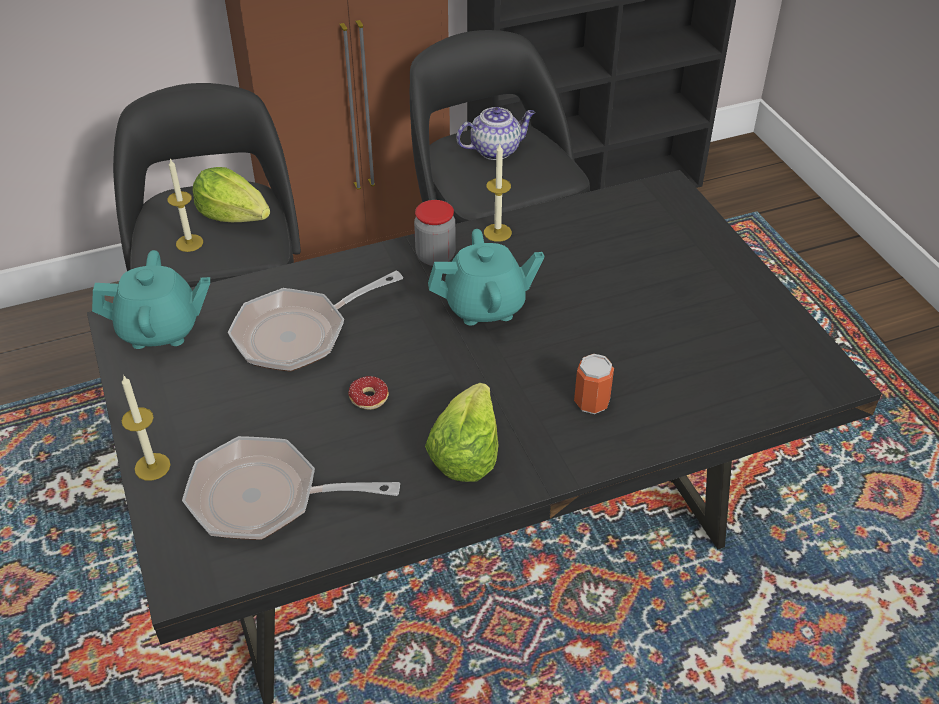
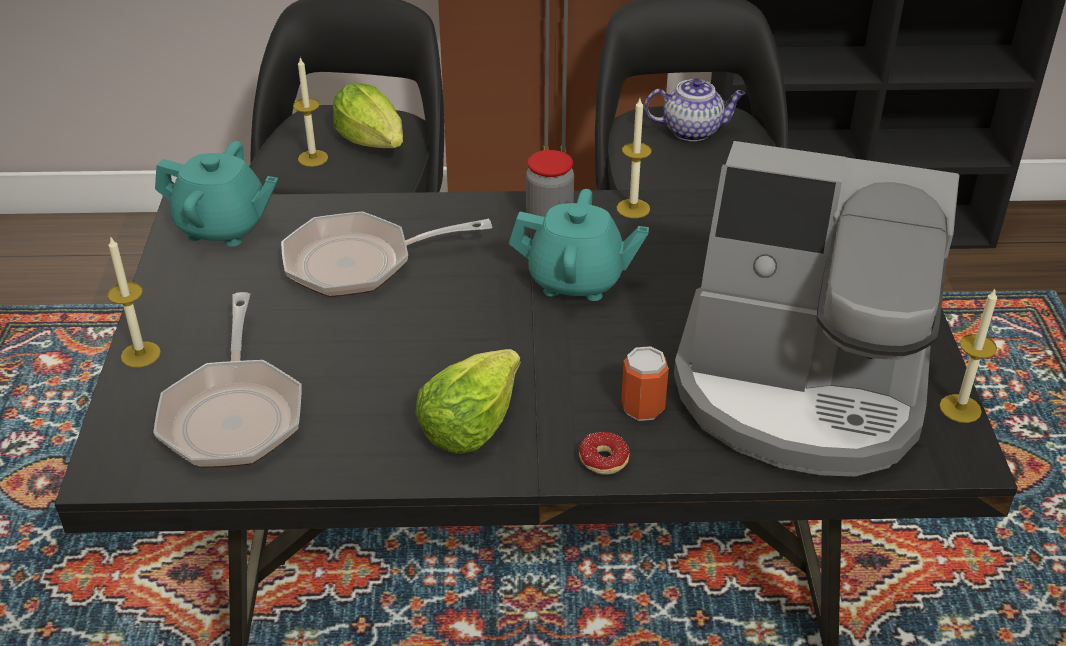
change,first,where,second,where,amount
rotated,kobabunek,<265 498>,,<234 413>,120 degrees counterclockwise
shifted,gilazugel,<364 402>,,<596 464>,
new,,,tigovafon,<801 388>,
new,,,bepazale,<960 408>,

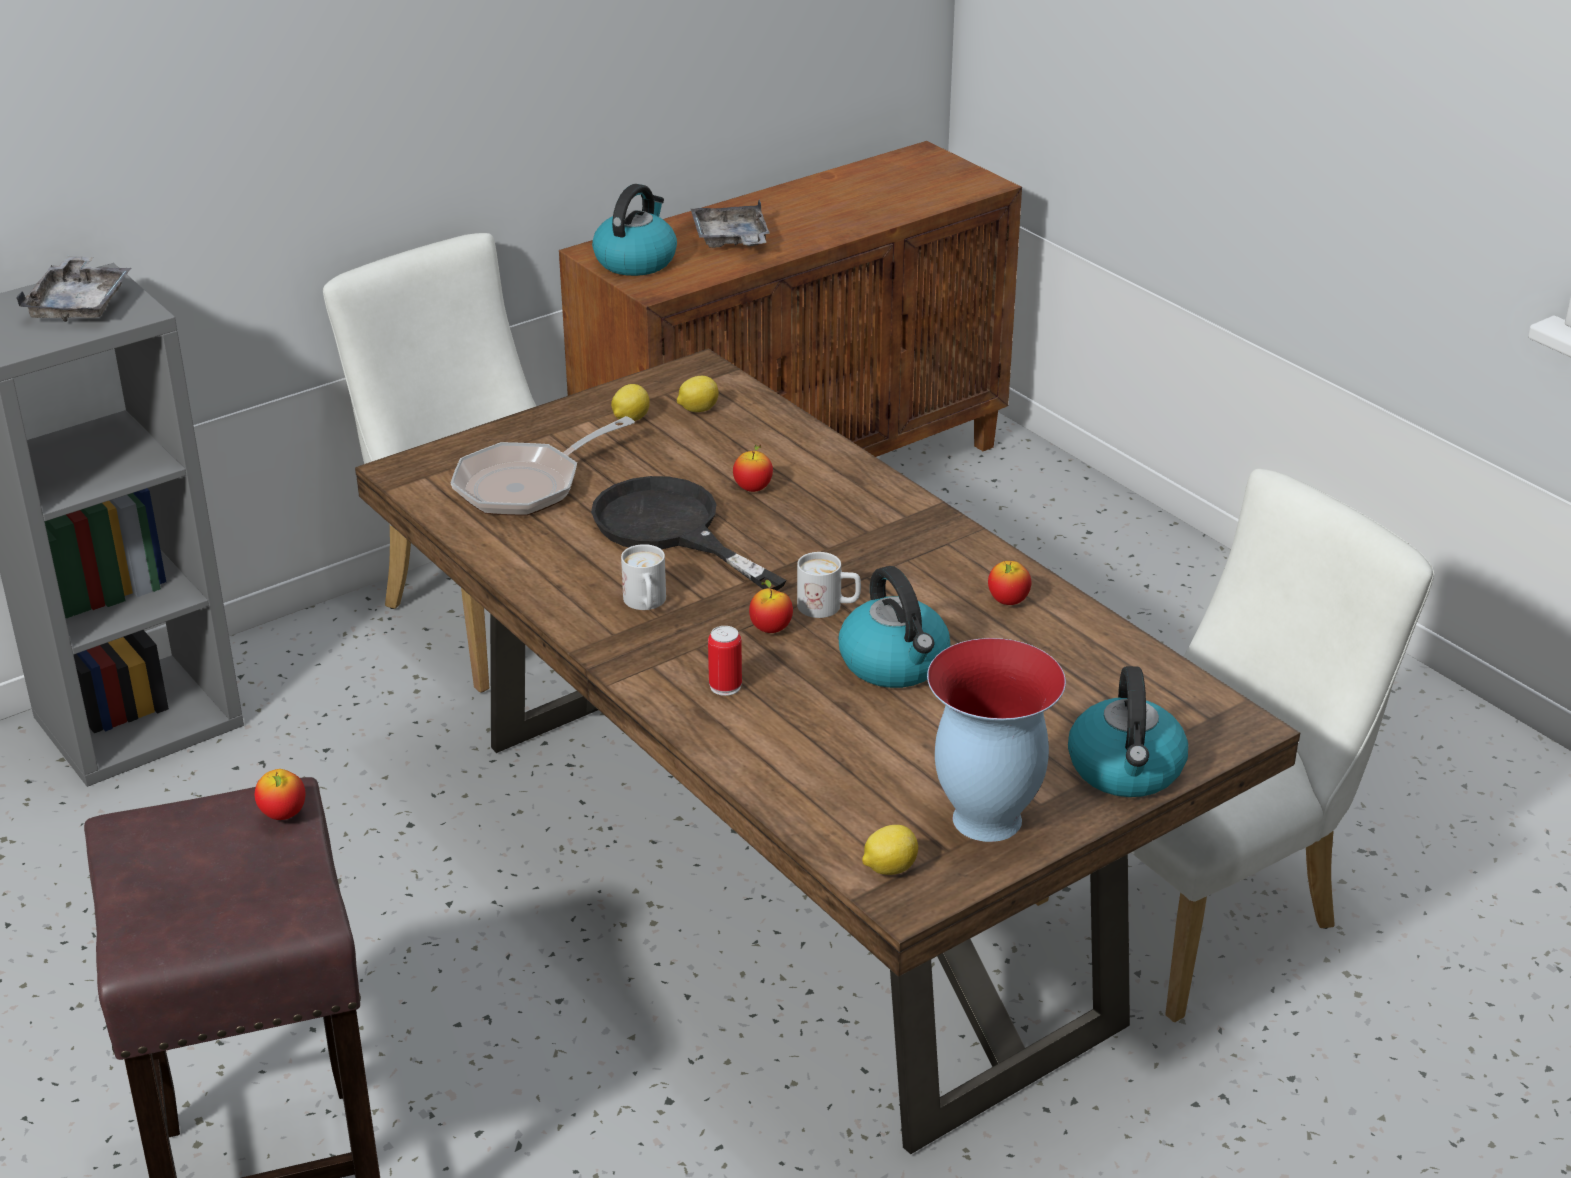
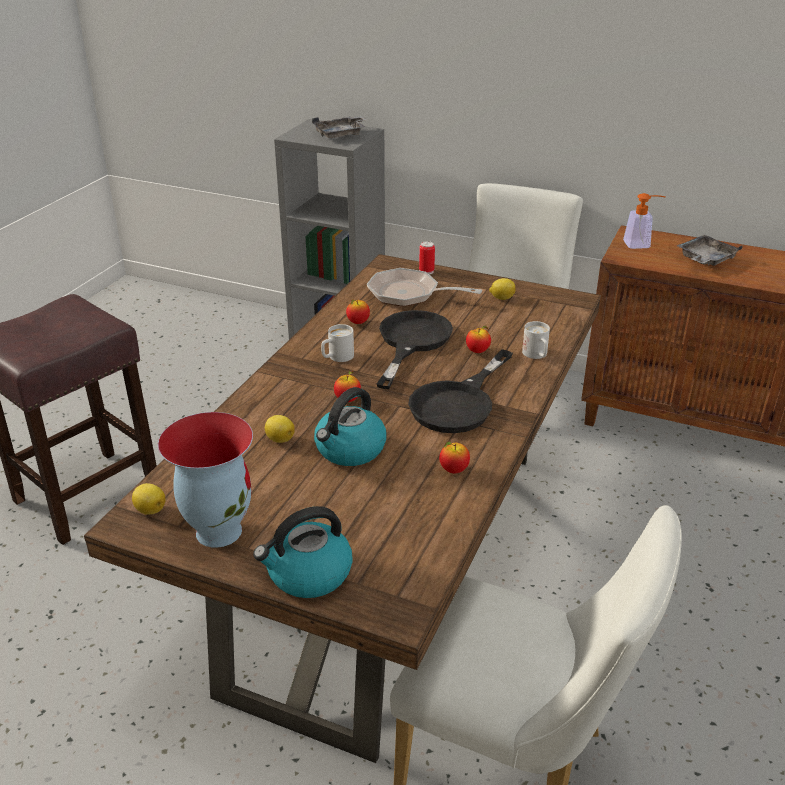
change,first,where,second,where,amount
shifted,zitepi,<697 409>,,<279 439>,
shifted,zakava,<283 815>,,<358 322>,
new,,,black_kobabunek,<458 403>,
shifted,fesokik,<725 686>,,<426 271>,
shifted,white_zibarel,<829 607>,,<537 355>,
swapped,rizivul,<636 260>,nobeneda,<641 244>,

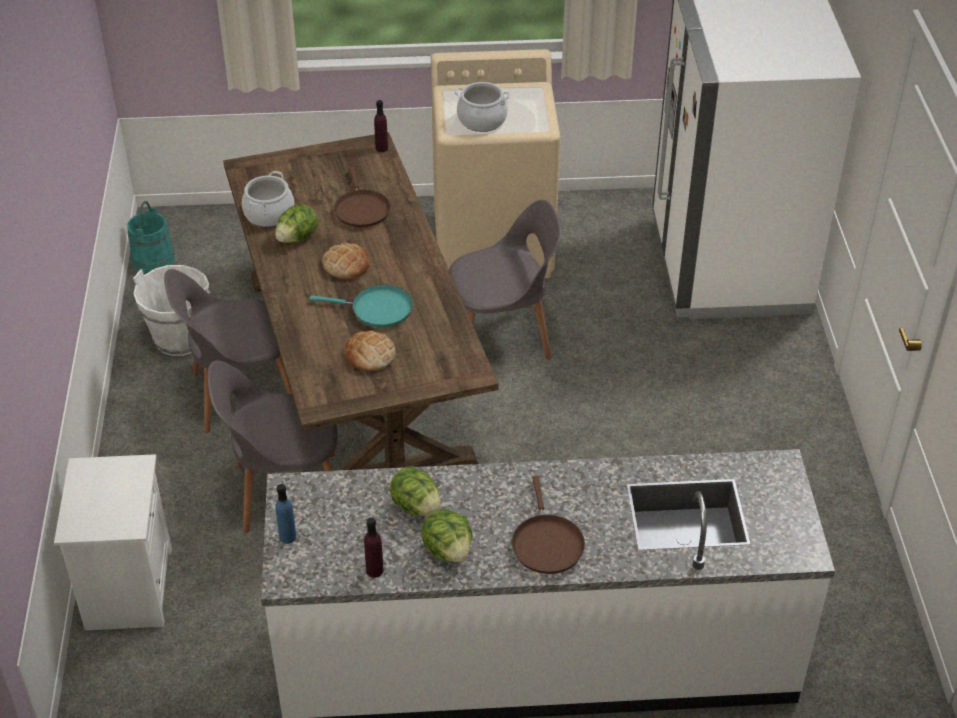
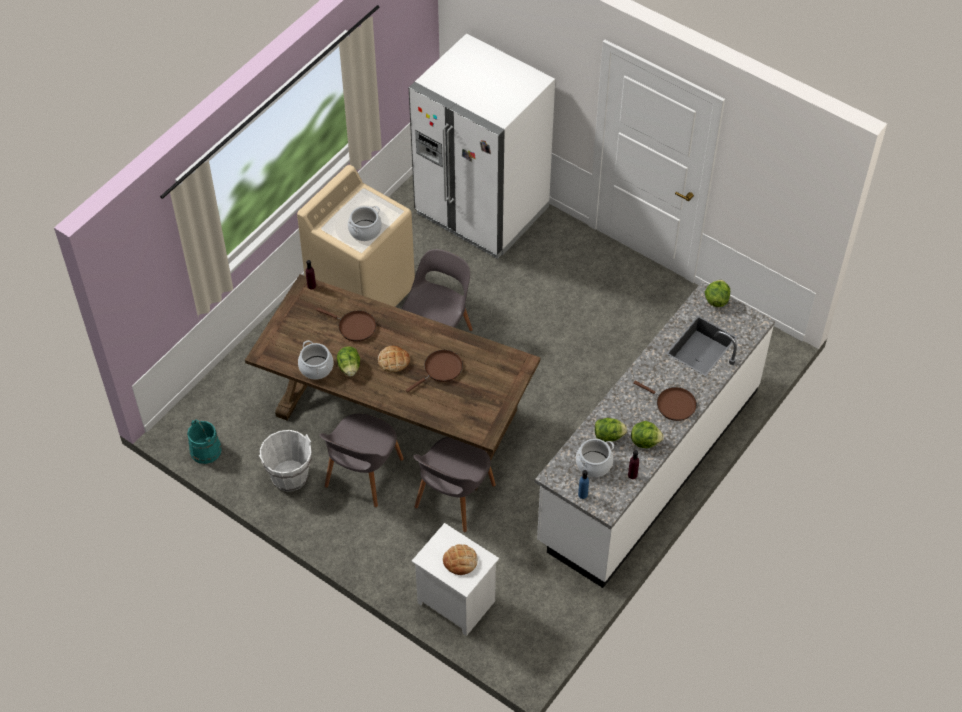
change,first,where,second,where,amount
repainted,turquoise_kobabunek,<377 309>,brown_kobabunek,<441 369>,
shifted,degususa,<370 355>,,<460 561>,
new,,,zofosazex,<594 464>,
new,,,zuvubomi,<716 300>,

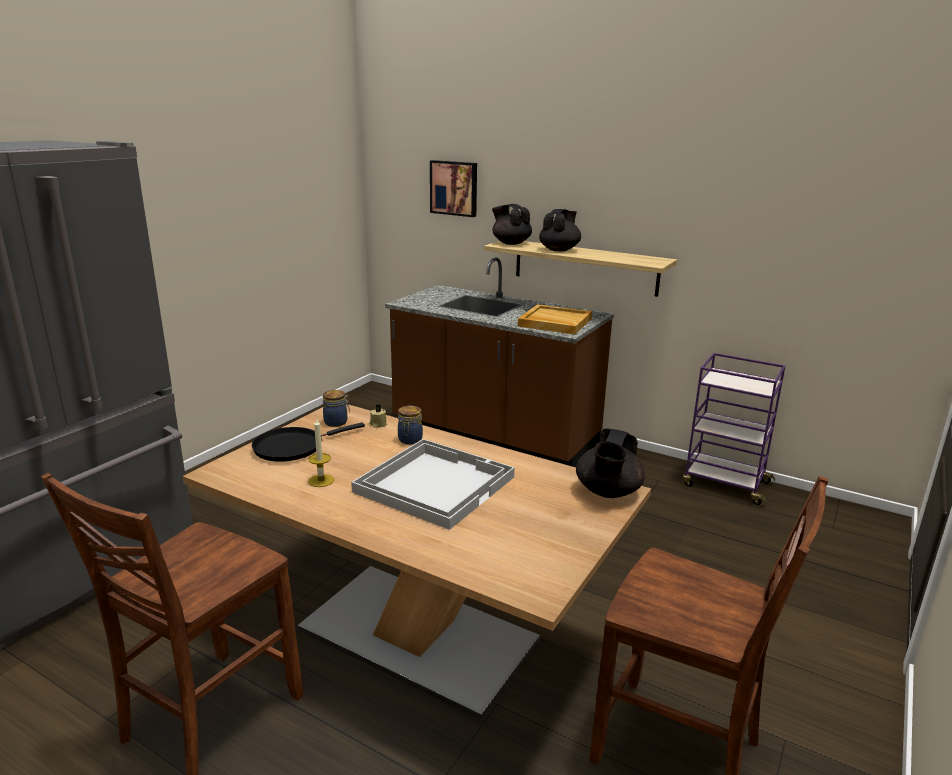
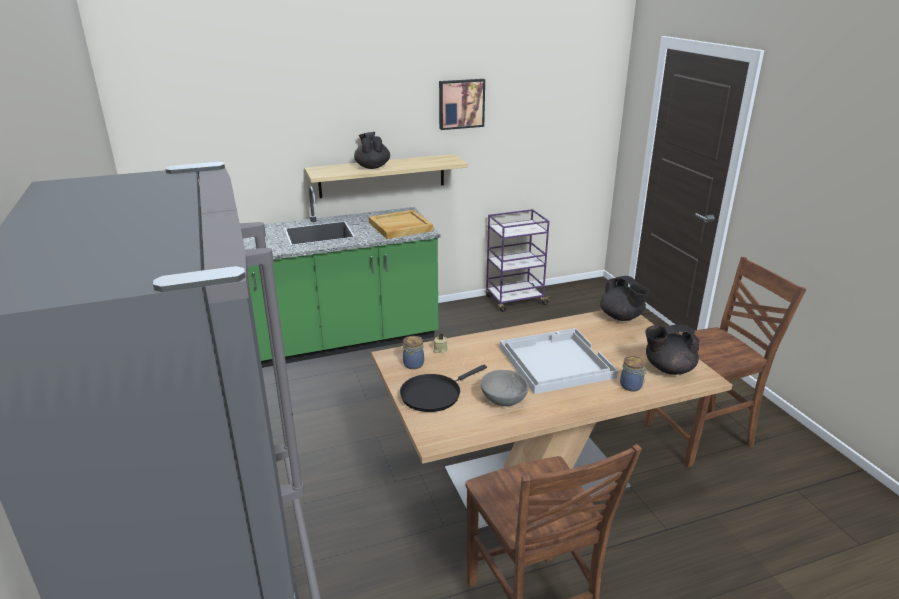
change,first,where,second,where,amount
repainted,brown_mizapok,<494 435>,green_mizapok,<346 340>,
rotated,black_kobabunek,<293 447>,,<433 394>,45 degrees clockwise
shifted,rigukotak,<454 188>,,<461 103>,
swapped,bepazale,<321 480>,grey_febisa,<503 400>,
shifted,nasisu,<409 440>,,<631 386>,
shifted,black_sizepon,<511 243>,,<668 369>,

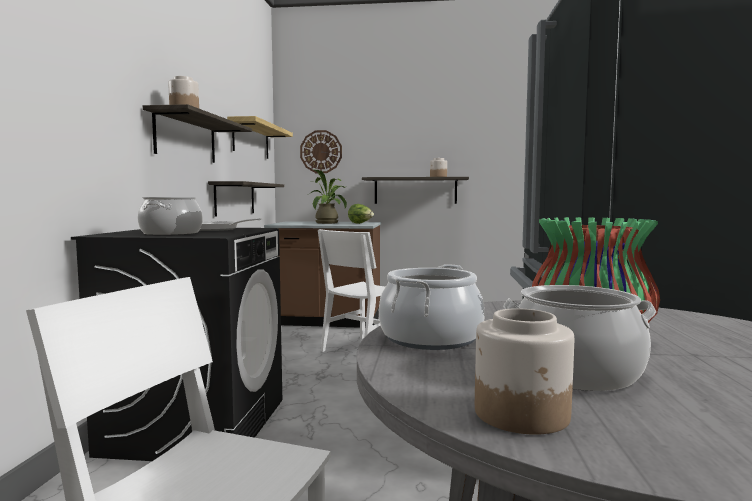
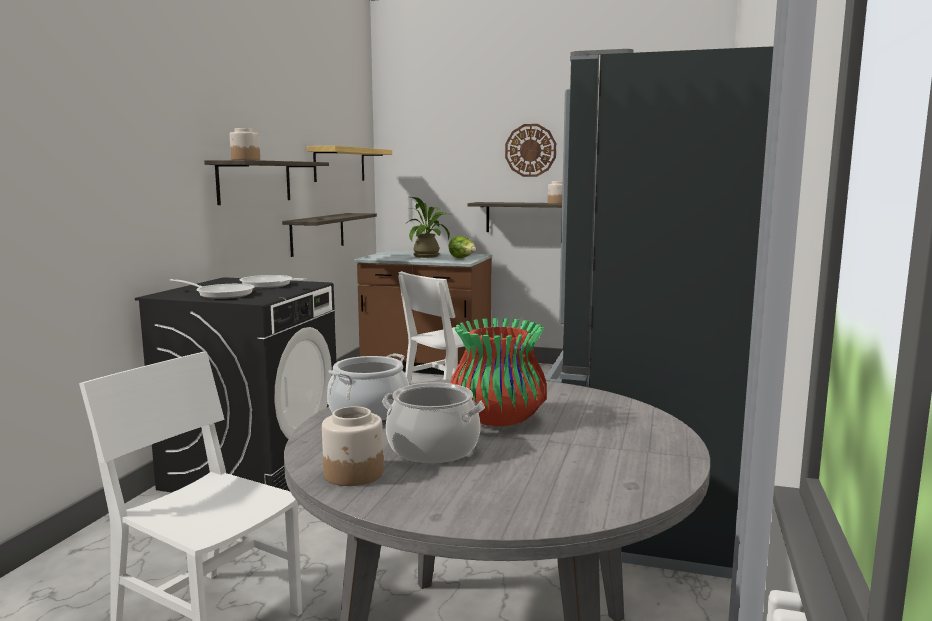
change,first,where,second,where,amount
swapped,zofosazex,<171 233>,kobabunek,<221 294>,
shifted,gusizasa,<321 152>,,<530 150>,

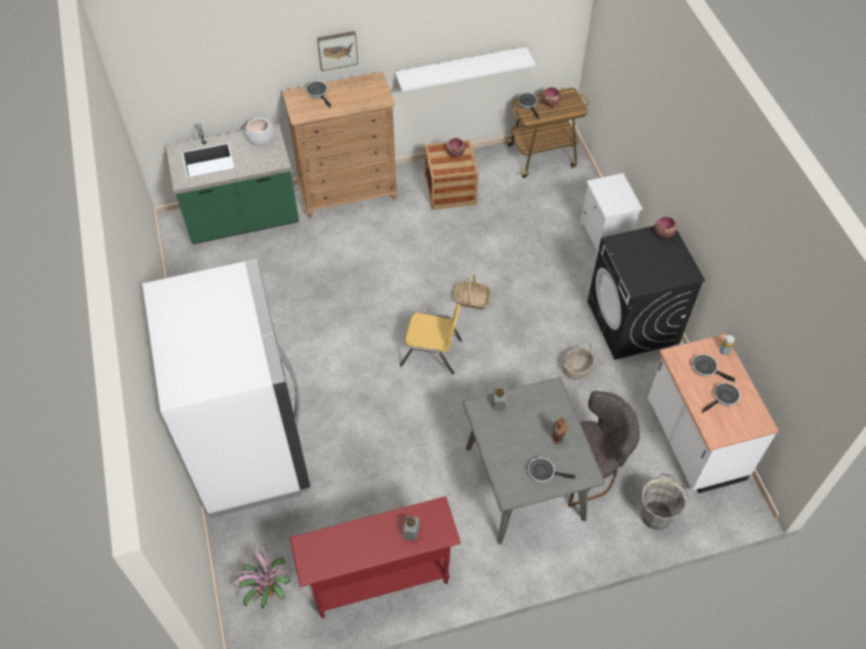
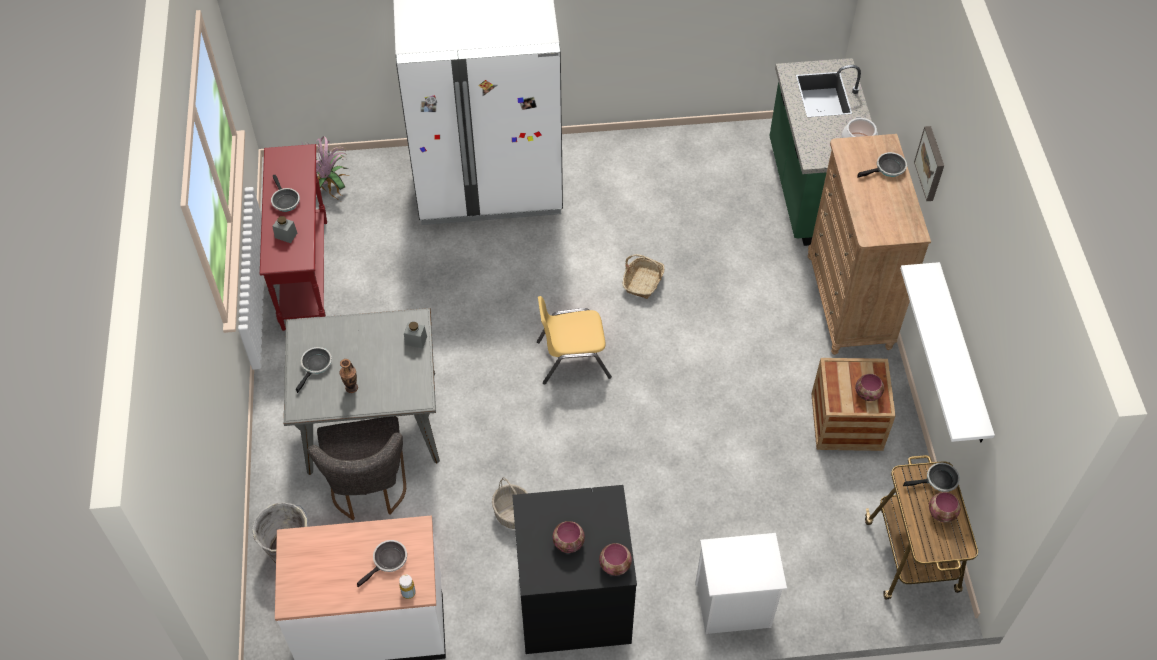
change,first,where,second,where,amount
shifted,kobabunek,<723 398>,,<285 201>,
rotated,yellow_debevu,<431 352>,,<573 358>,60 degrees clockwise
new,,,febisa,<567 543>,
shifted,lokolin,<471 299>,,<643 282>,

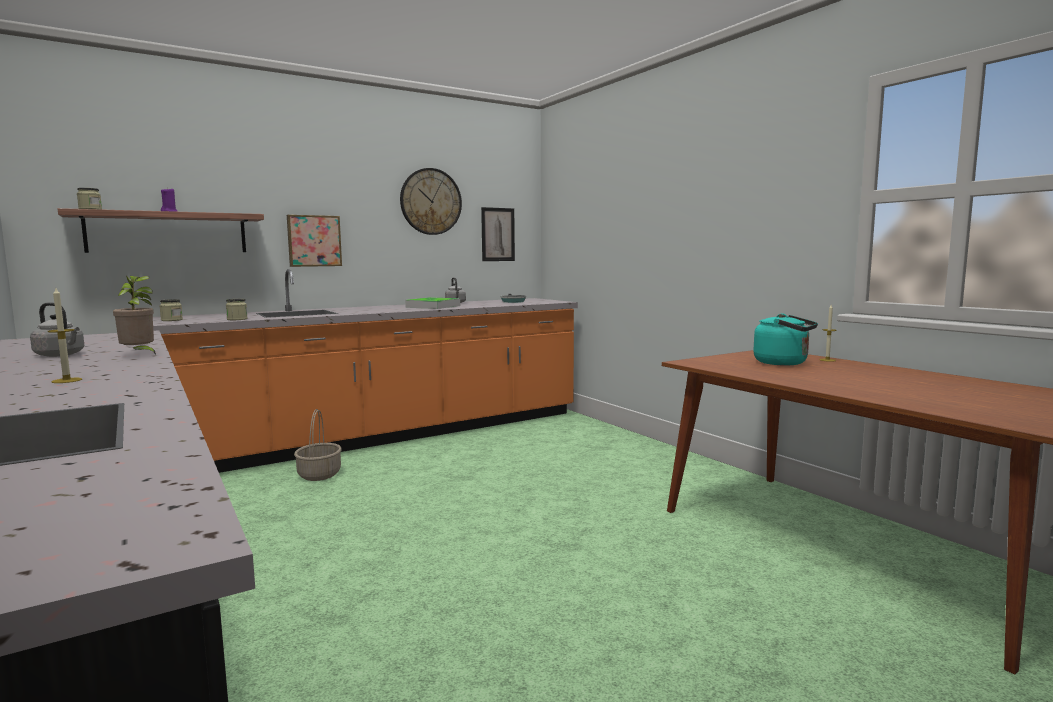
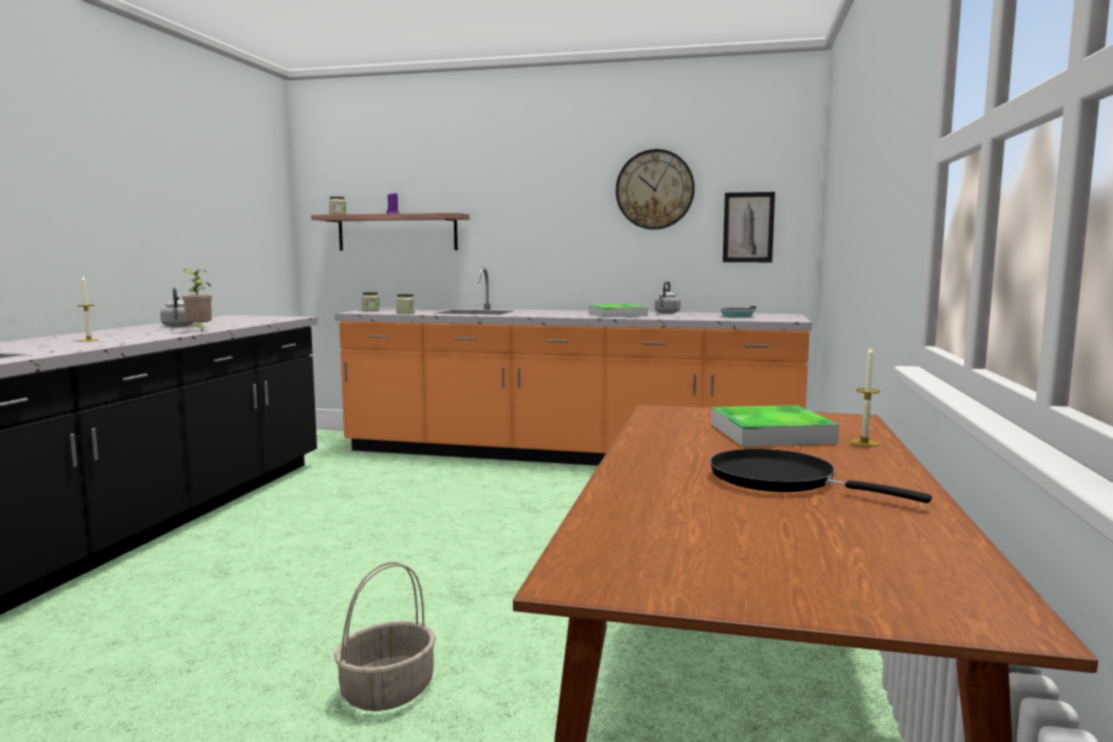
change,first,where,second,where,amount
shifted,lokolin,<319 474>,,<388 690>,
new,,,black_kobabunek,<780 480>,
swapped,turquoise_rizivul,<784 363>,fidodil,<771 433>,
gone,rigukotak,<314 241>,,,

